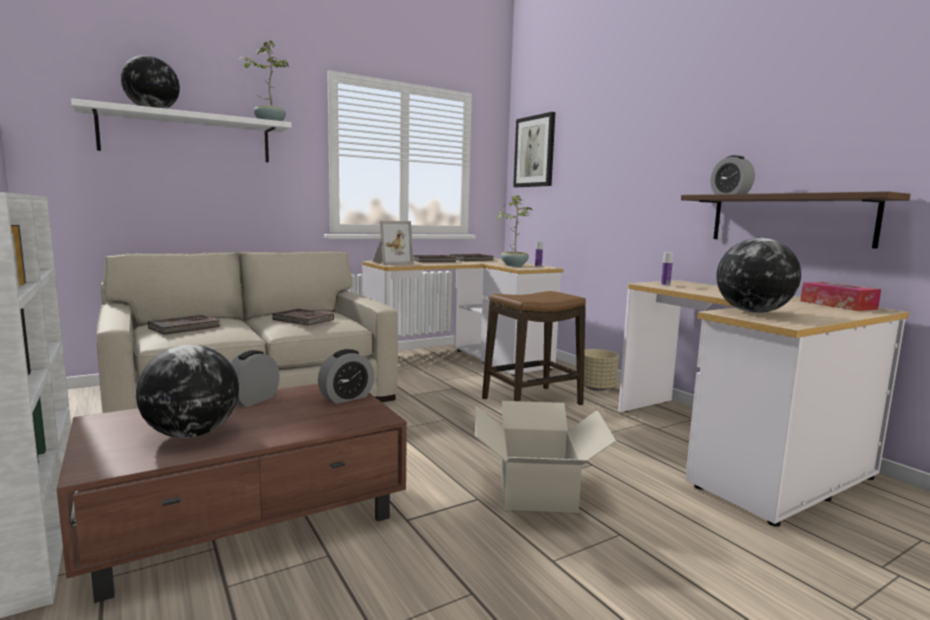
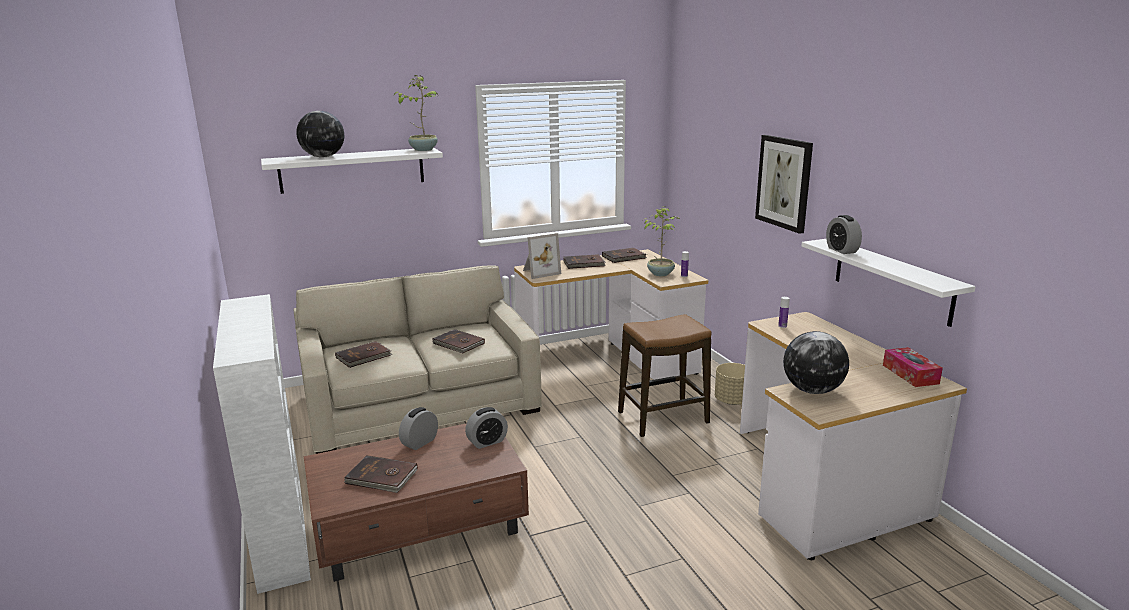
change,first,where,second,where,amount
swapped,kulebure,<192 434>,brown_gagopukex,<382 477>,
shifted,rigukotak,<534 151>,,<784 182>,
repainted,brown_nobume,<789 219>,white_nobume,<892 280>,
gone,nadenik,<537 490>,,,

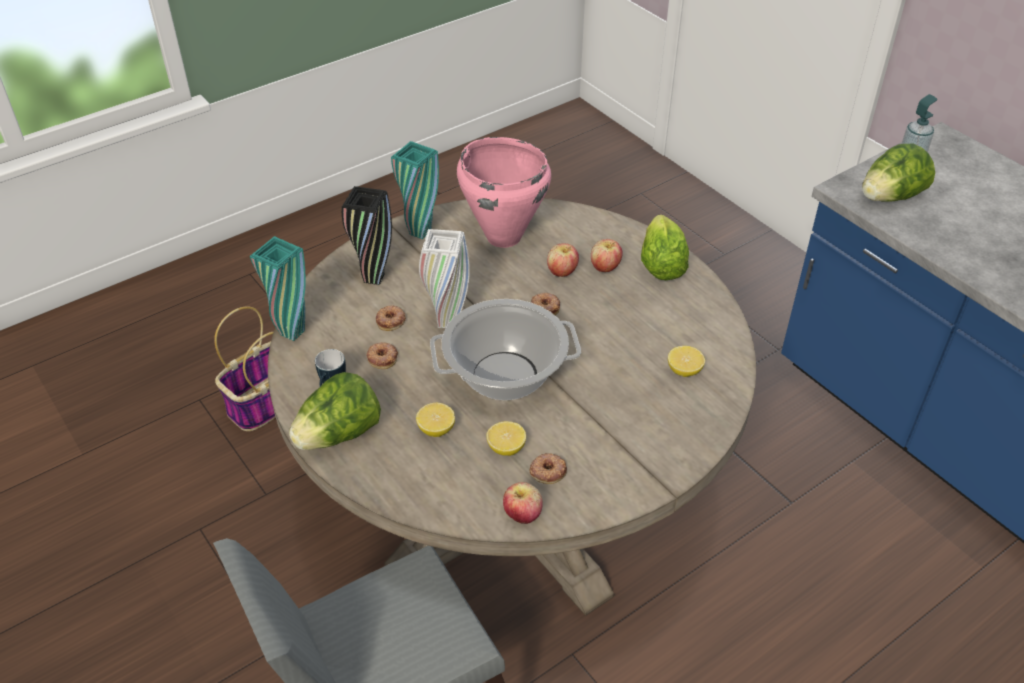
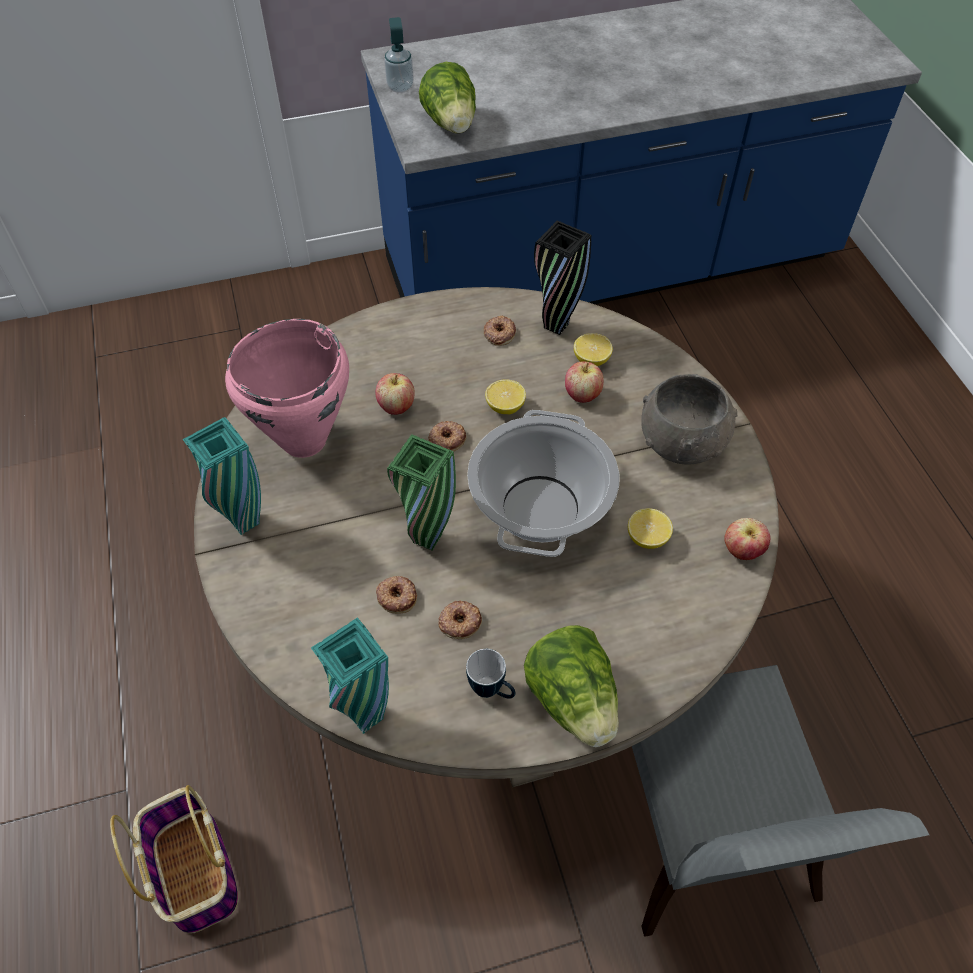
change,first,where,second,where,amount
repainted,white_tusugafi,<447 322>,green_tusugafi,<427 538>,
shifted,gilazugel,<548 471>,,<499 333>,
shifted,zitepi,<436 429>,,<505 407>,
shifted,black_tusugafi,<374 278>,,<556 325>,
shifted,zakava,<605 267>,,<582 394>,
new,,,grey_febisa,<683 441>,
gone,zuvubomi,<661 265>,,,

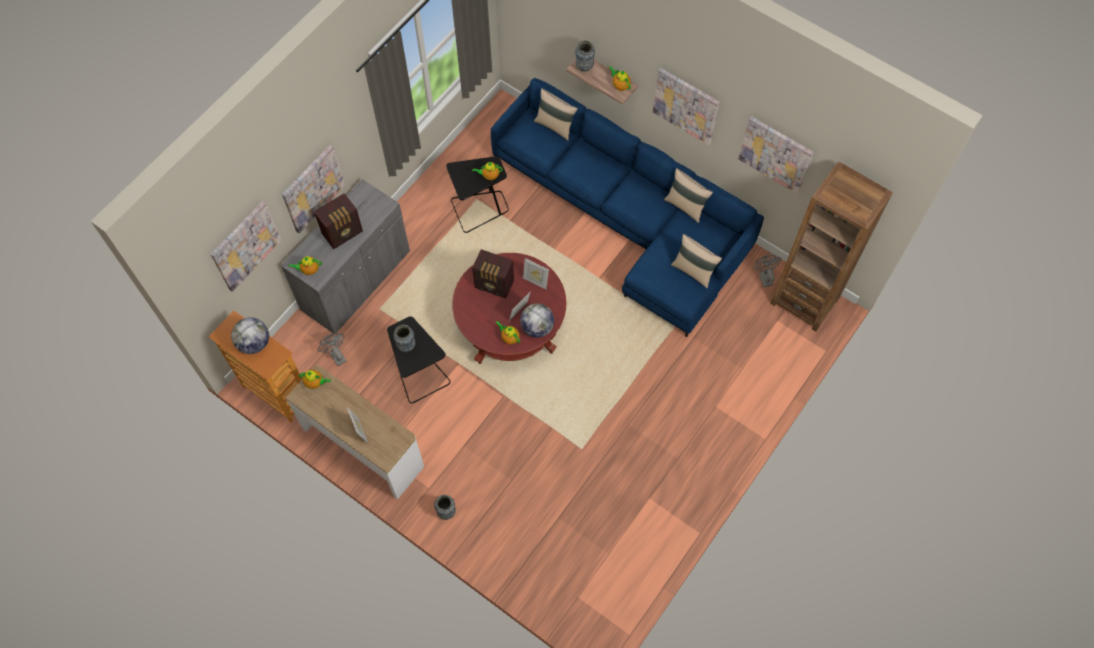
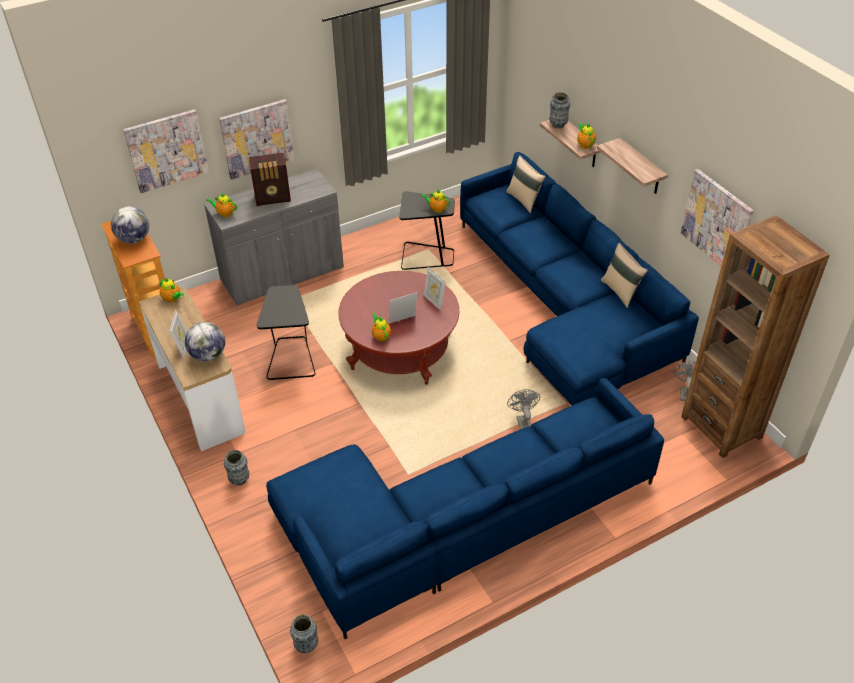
change,first,where,second,where,amount
shifted,kulebure,<537 327>,,<208 355>,
new,,,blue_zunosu,<457 520>,
shifted,tusugafi,<406 346>,,<306 645>,
shifted,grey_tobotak,<336 355>,,<522 421>,
swapped,rigukotak,<686 105>,nobume,<641 167>,
gone,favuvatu,<494 285>,,,
gone,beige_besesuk,<693 271>,,,

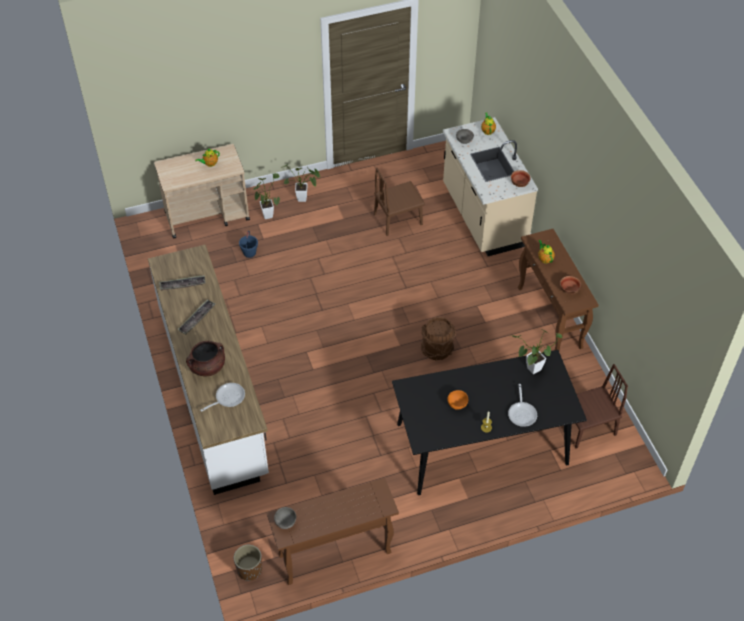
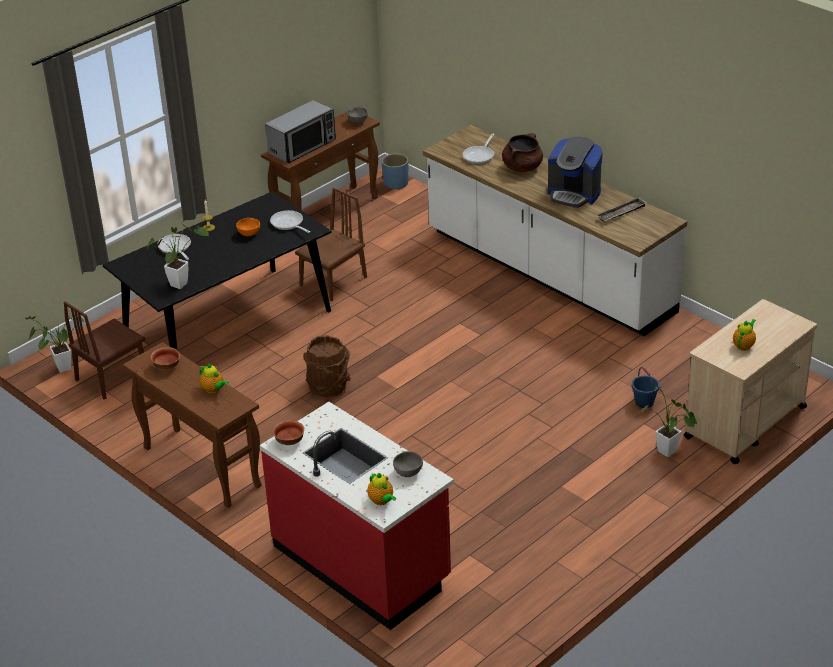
change,first,where,second,where,amount
shifted,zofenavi,<304 199>,,<60 369>,
repainted,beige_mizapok,<482 216>,red_mizapok,<362 563>,
new,,,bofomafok,<302 147>,
new,,,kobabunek,<288 224>,
shifted,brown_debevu,<398 219>,,<333 281>,
repainted,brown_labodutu,<249 569>,blue_labodutu,<396 183>,
swapped,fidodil,<197 319>,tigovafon,<574 194>,

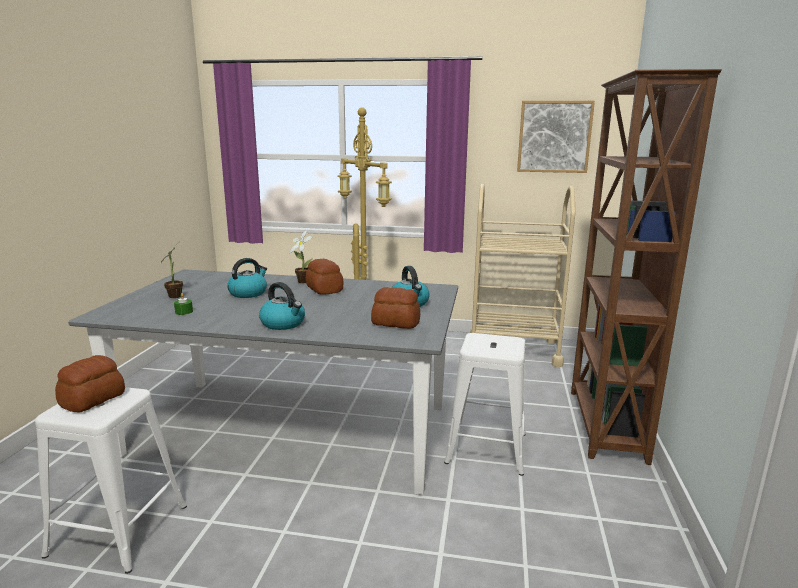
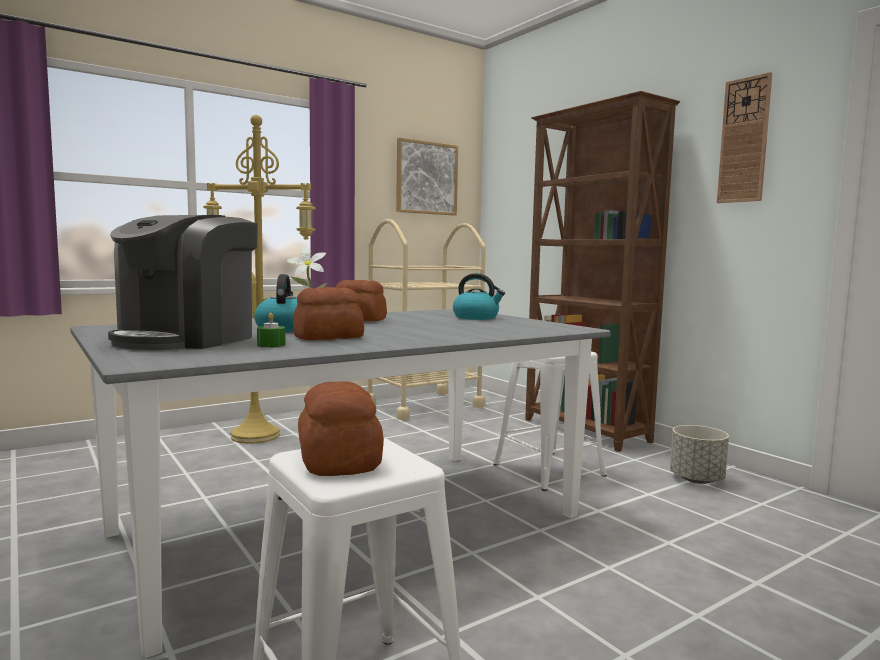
change,first,where,second,where,amount
swapped,zofenavi,<176 295>,tigovafon,<187 339>,
shifted,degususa,<395 322>,,<327 337>,
new,,,grey_labodutu,<697 479>,
new,,,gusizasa,<744 140>,
gone,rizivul,<283 324>,,,

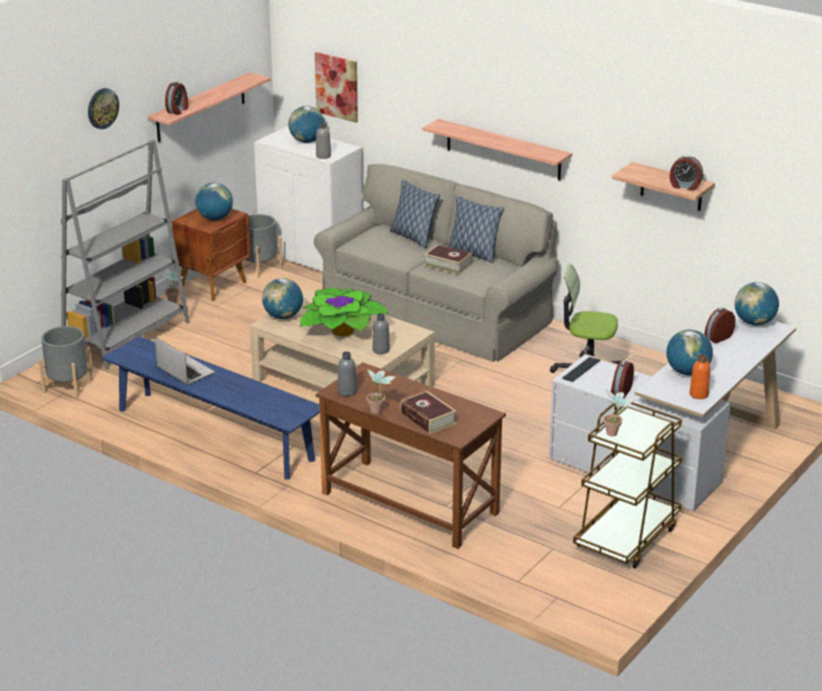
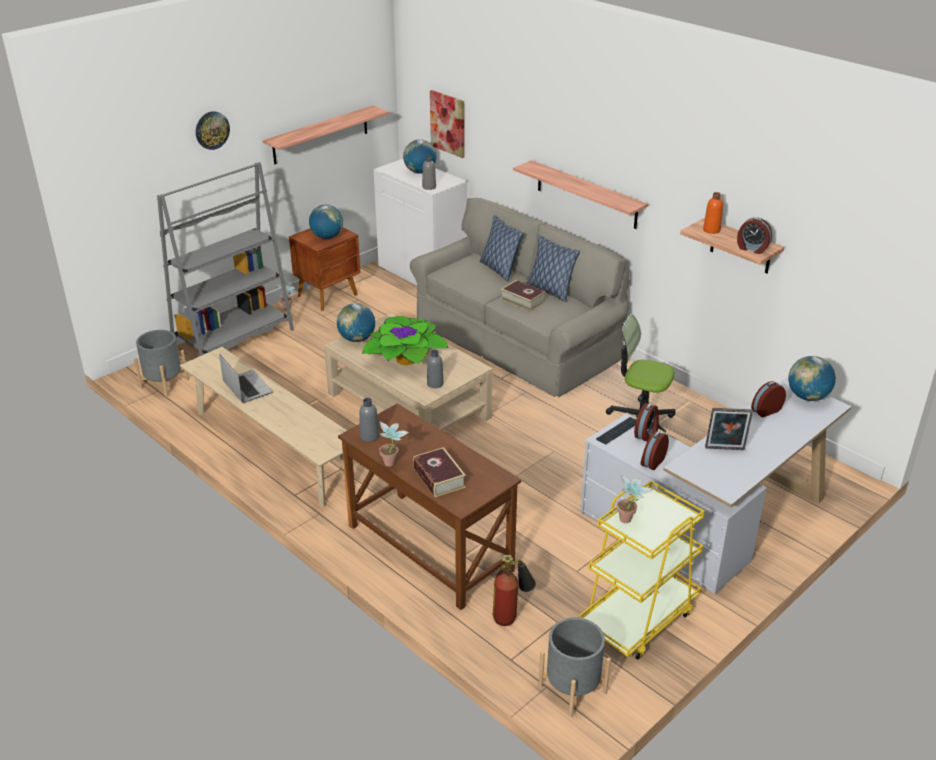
change,first,where,second,where,amount
repainted,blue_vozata,<214 434>,beige_vozata,<272 448>,
new,,,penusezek,<512 614>,
shifted,grey_labodutu,<259 267>,,<572 689>,
repainted,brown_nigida,<626 537>,yellow_nigida,<638 617>,
shifted,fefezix,<178 110>,,<646 434>,
shifted,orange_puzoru,<698 394>,,<711 230>,
swapped,kulebure,<687 372>,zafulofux,<725 449>,

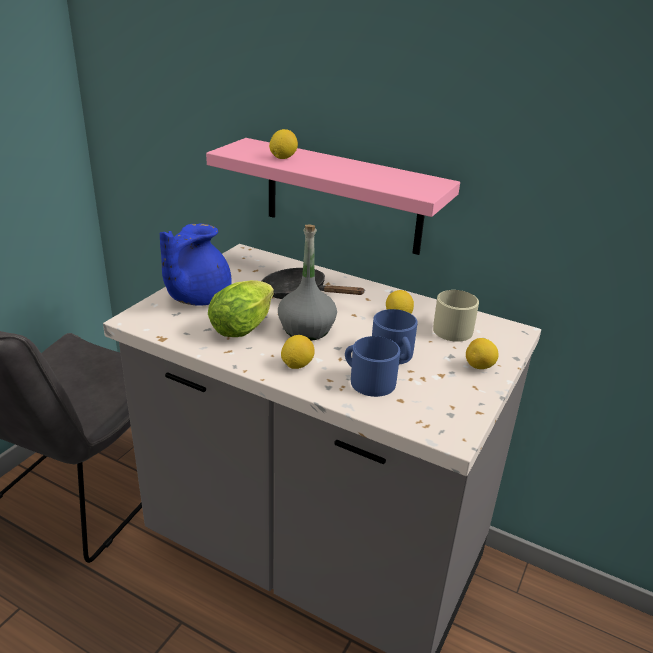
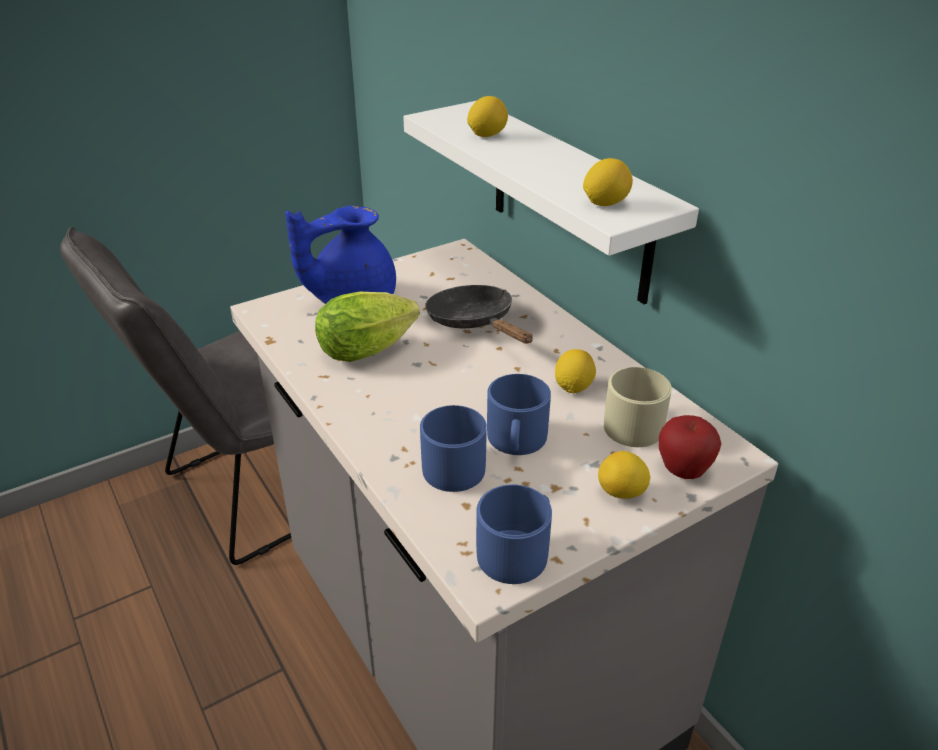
change,first,where,second,where,amount
repainted,pink_nobume,<343 197>,white_nobume,<569 200>,
new,,,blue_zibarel,<518 550>,
shifted,zitepi,<297 365>,,<605 203>,
new,,,zakava,<683 471>,
gone,grey_puzoru,<306 329>,,,

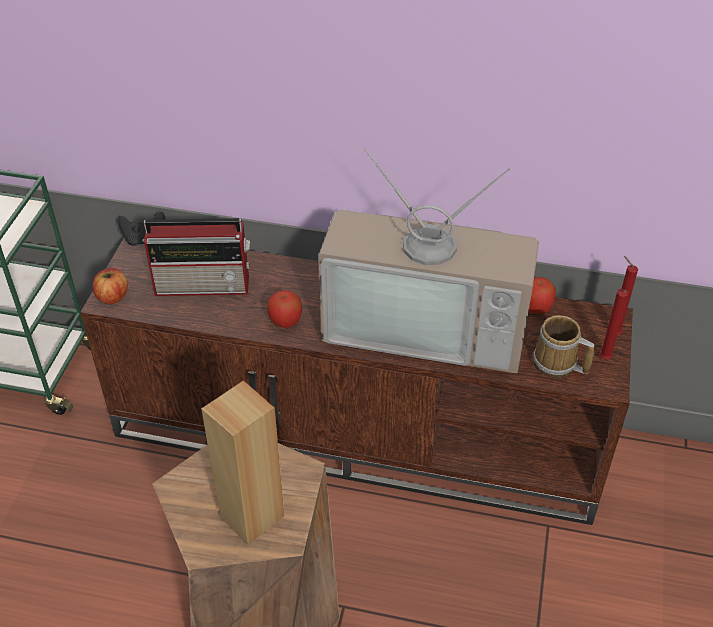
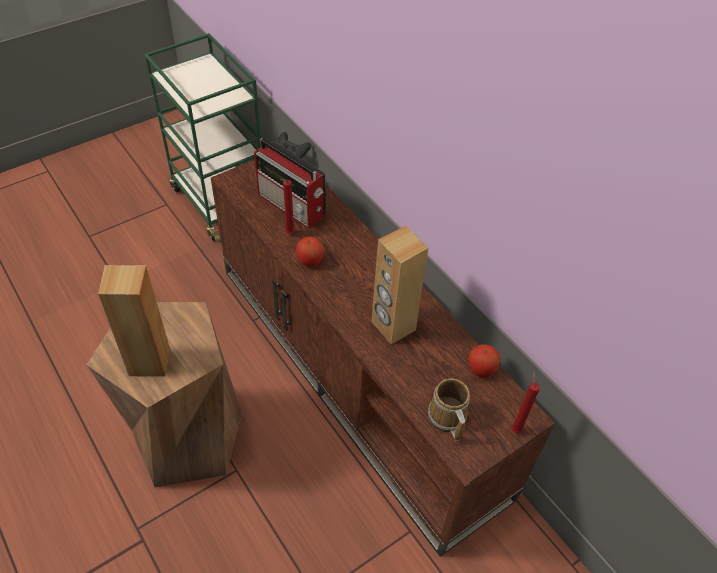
change,first,where,second,where,amount
shifted,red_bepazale,<604 360>,,<288 234>,
swapped,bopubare,<427 325>,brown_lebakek,<393 326>,
gone,zakava,<112 297>,,,

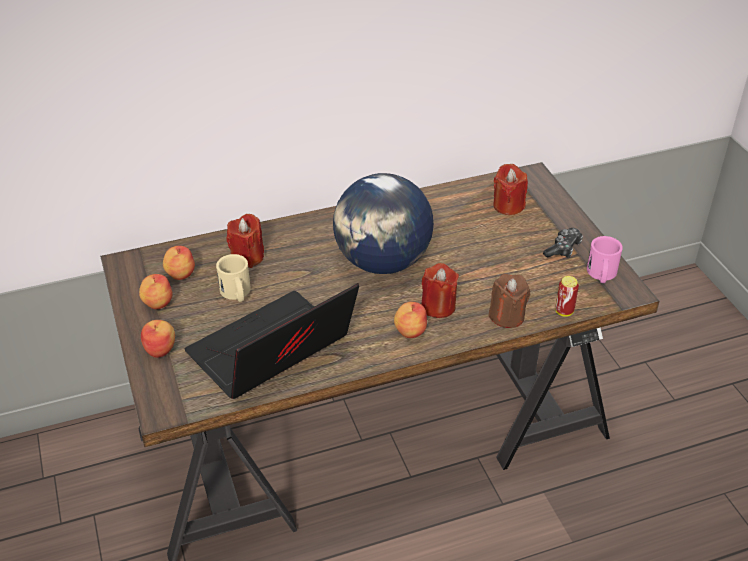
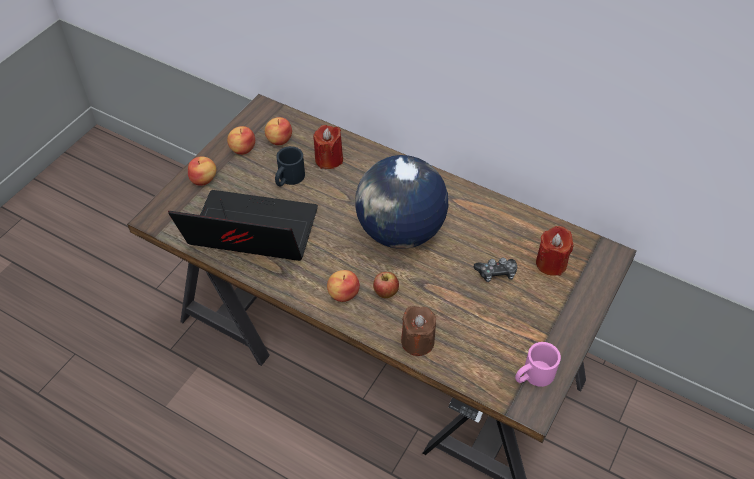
change,first,where,second,where,amount
repainted,beige_zibarel,<237 294>,black_zibarel,<288 179>,
swapped,red_bepazale,<438 306>,zakava,<385 293>,
shifted,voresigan,<563 249>,,<496 273>,
gone,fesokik,<564 311>,,,

